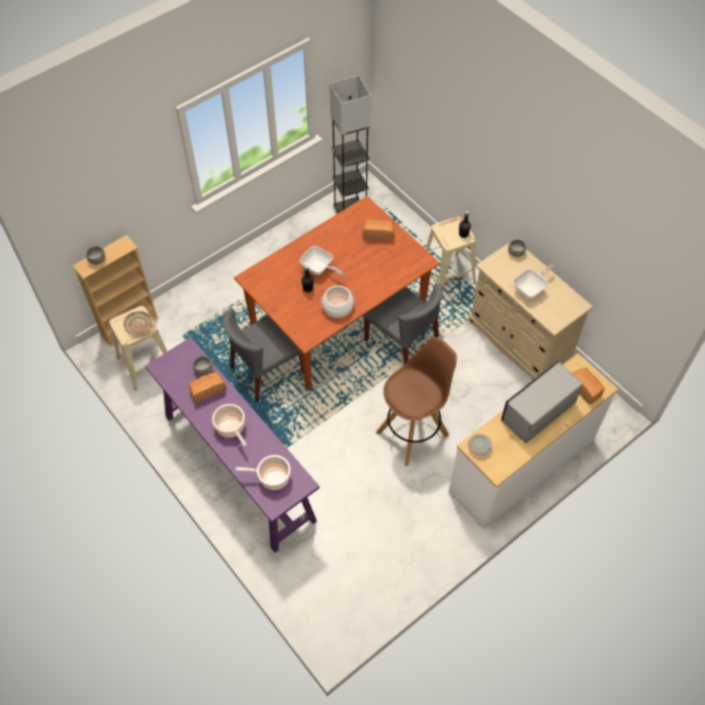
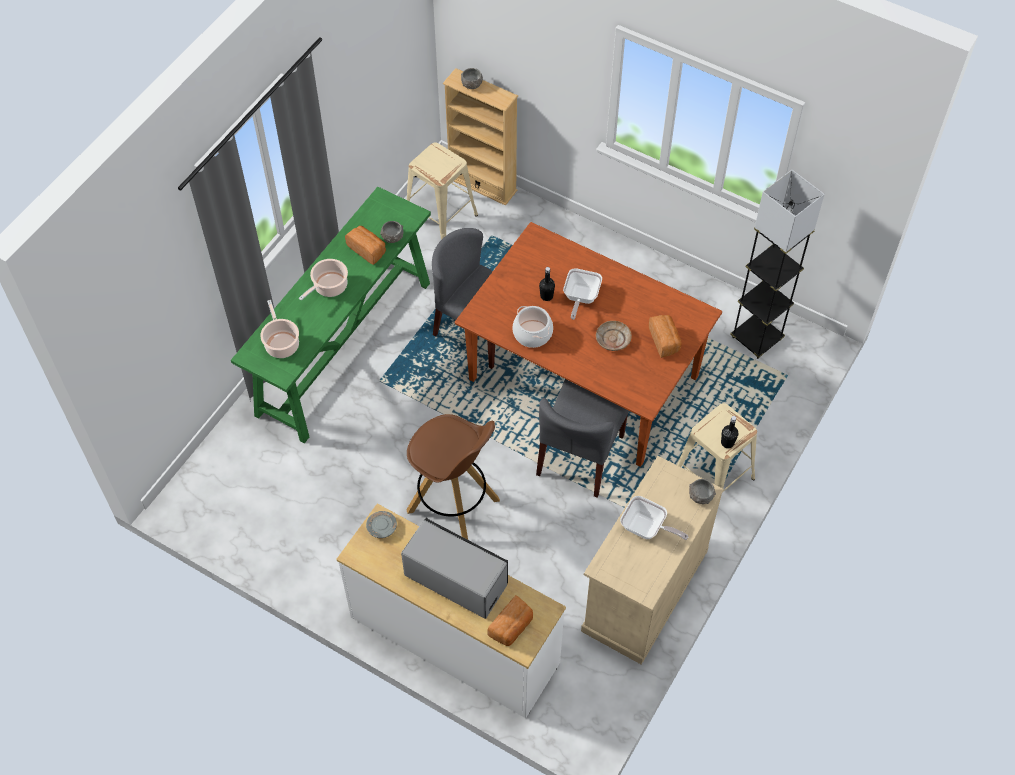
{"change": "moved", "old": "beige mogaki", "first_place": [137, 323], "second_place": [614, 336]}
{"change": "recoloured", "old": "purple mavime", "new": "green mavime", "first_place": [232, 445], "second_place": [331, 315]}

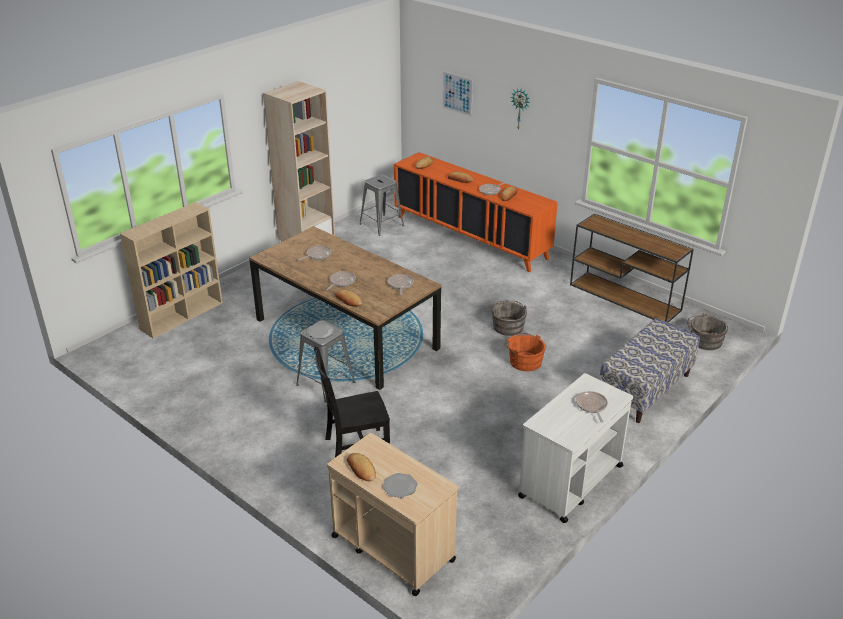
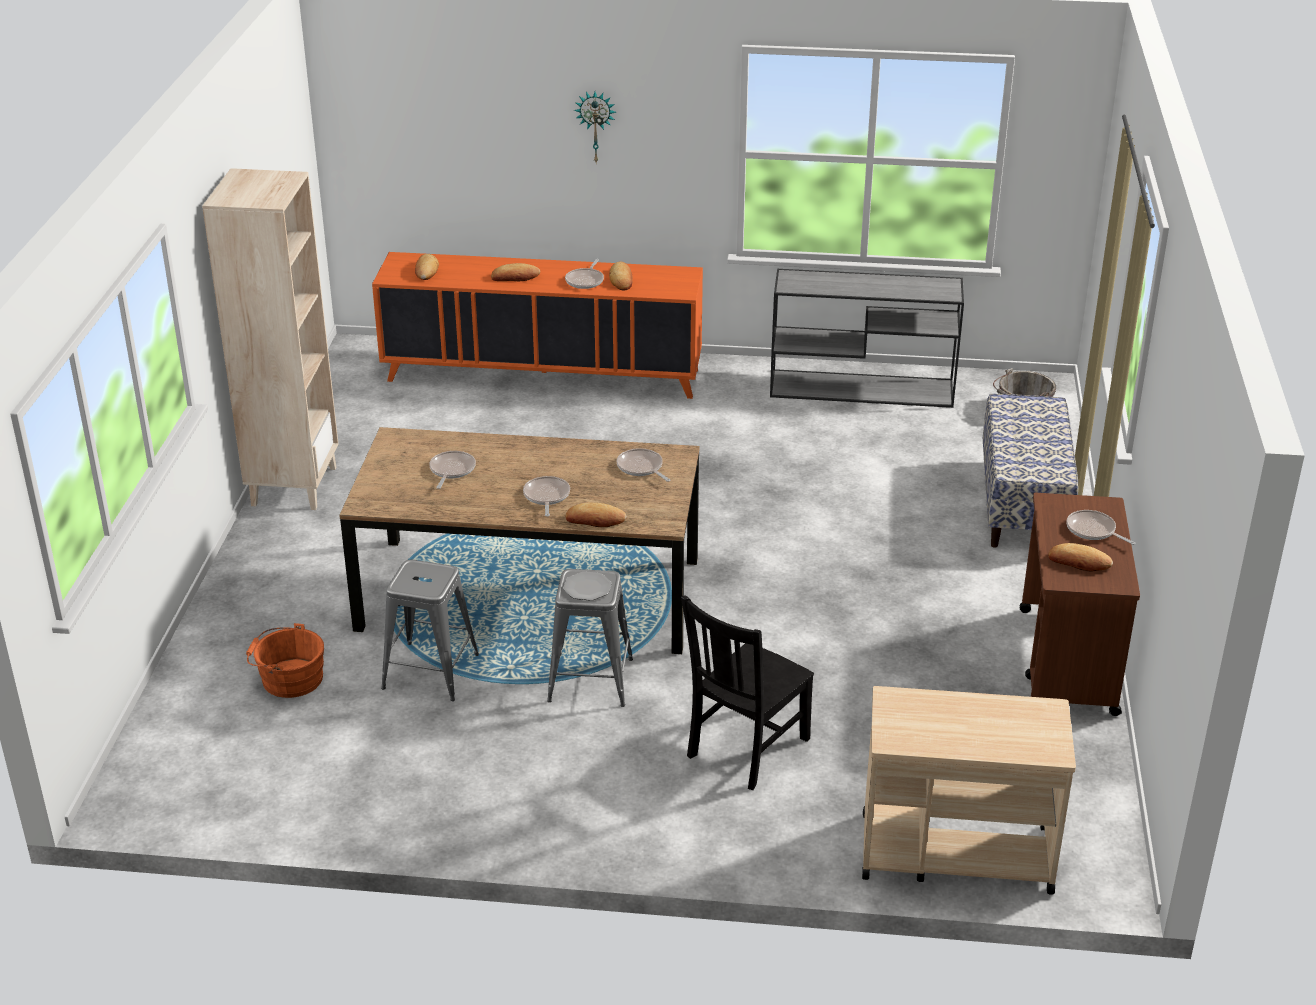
{"change": "removed", "old": "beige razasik", "first_place": [171, 270]}
{"change": "removed", "old": "mogaki", "first_place": [400, 485]}
{"change": "removed", "old": "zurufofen", "first_place": [457, 94]}
{"change": "removed", "old": "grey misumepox", "first_place": [508, 318]}
{"change": "moved", "old": "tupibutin", "first_place": [361, 467], "second_place": [1080, 557]}
{"change": "moved", "old": "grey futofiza", "first_place": [382, 205], "second_place": [430, 630]}
{"change": "moved", "old": "orange misumepox", "first_place": [525, 352], "second_place": [285, 660]}
{"change": "recoloured", "old": "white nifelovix", "new": "brown nifelovix", "first_place": [575, 448], "second_place": [1080, 604]}
{"change": "recoloured", "old": "brown mavime", "new": "grey mavime", "first_place": [632, 268], "second_place": [867, 338]}

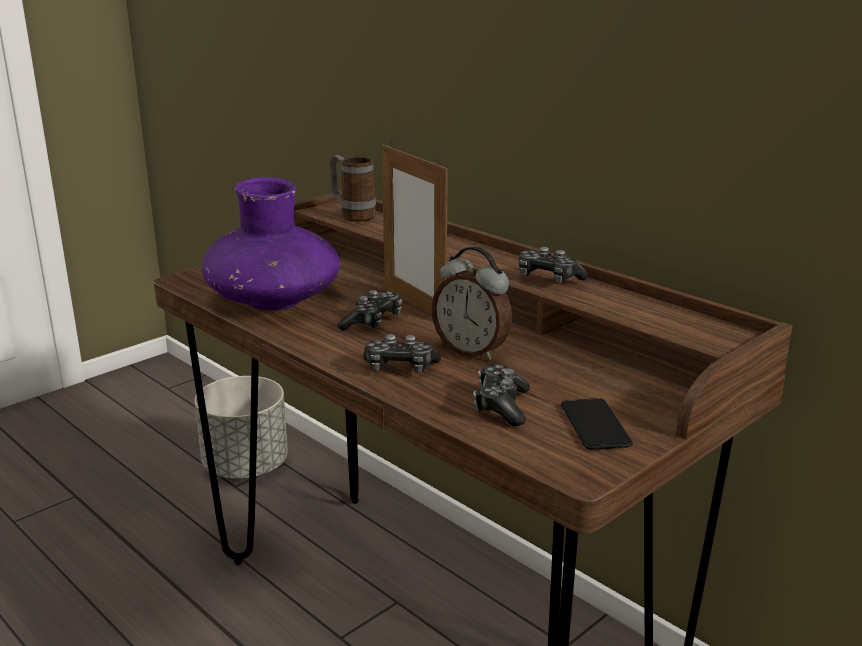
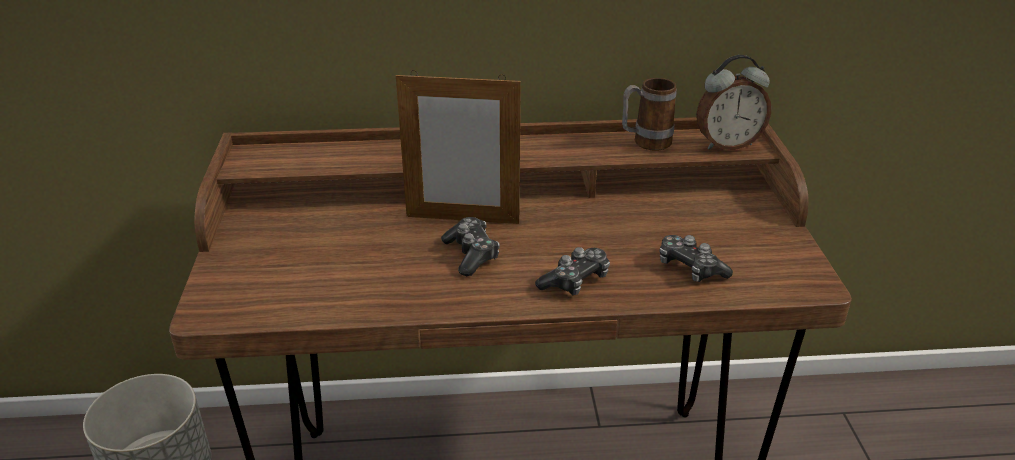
{"change": "removed", "old": "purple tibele", "first_place": [271, 243]}
{"change": "removed", "old": "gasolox", "first_place": [553, 265]}
{"change": "removed", "old": "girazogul", "first_place": [597, 424]}
{"change": "moved", "old": "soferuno", "first_place": [353, 188], "second_place": [649, 114]}
{"change": "moved", "old": "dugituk", "first_place": [472, 303], "second_place": [733, 102]}

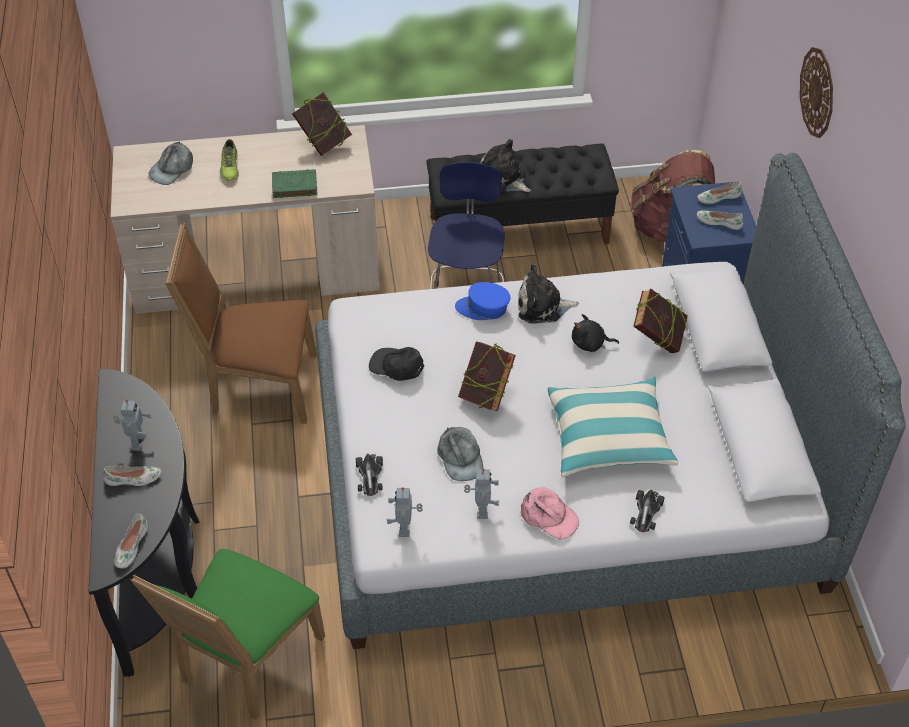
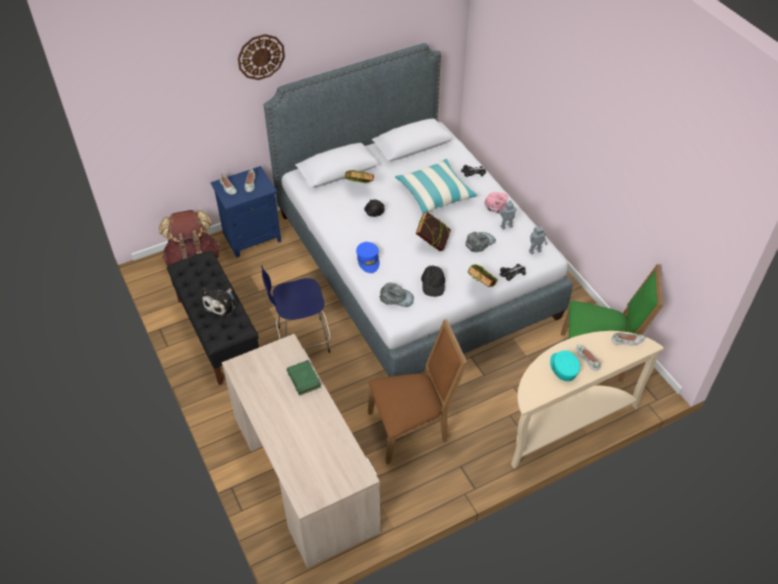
{"change": "removed", "old": "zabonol", "first_place": [229, 160]}
{"change": "removed", "old": "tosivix", "first_place": [548, 294]}
{"change": "moved", "old": "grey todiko", "first_place": [171, 163], "second_place": [396, 294]}
{"change": "moved", "old": "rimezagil", "first_place": [322, 124], "second_place": [483, 275]}
{"change": "replaced", "old": "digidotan", "new": "turquoise todiko", "first_place": [132, 425], "second_place": [565, 365]}
{"change": "recoloured", "old": "black mavime", "new": "beige mavime", "first_place": [144, 523], "second_place": [587, 400]}
{"change": "turned", "old": "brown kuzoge", "first_place": [241, 323], "second_place": [418, 391], "degrees": -90}

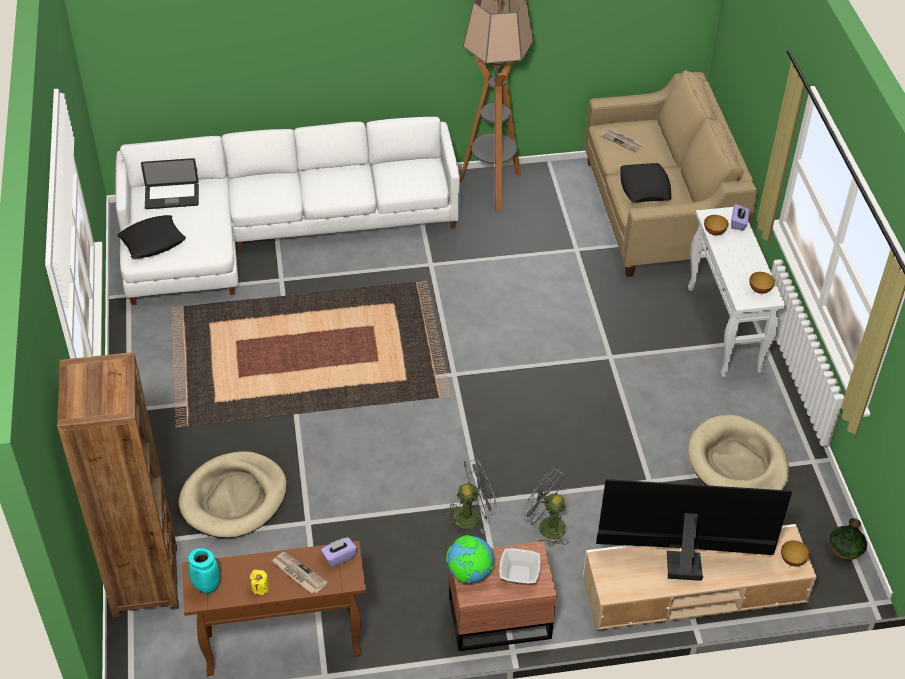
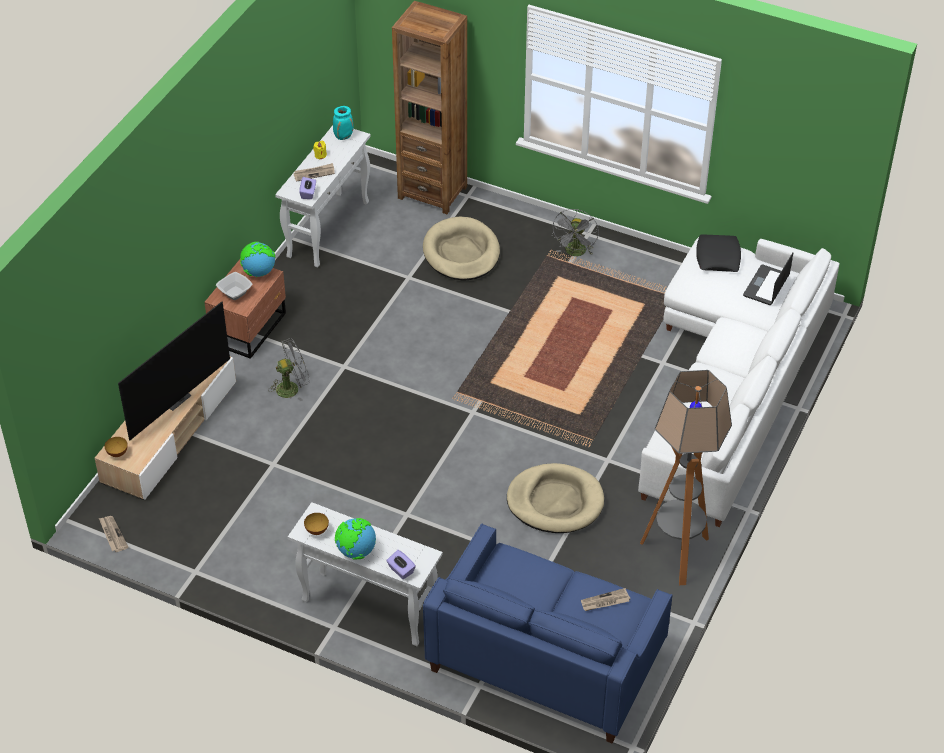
{"change": "removed", "old": "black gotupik", "first_place": [645, 182]}
{"change": "removed", "old": "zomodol", "first_place": [716, 225]}
{"change": "added", "new": "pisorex", "second_place": [355, 539]}
{"change": "moved", "old": "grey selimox", "first_place": [471, 496], "second_place": [575, 232]}
{"change": "moved", "old": "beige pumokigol", "first_place": [738, 452], "second_place": [555, 498]}
{"change": "replaced", "old": "tibele", "new": "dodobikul", "first_place": [848, 539], "second_place": [113, 534]}
{"change": "recoloured", "old": "brown mavime", "new": "white mavime", "first_place": [274, 608], "second_place": [323, 196]}
{"change": "recoloured", "old": "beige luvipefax", "new": "blue luvipefax", "first_place": [671, 173], "second_place": [547, 633]}

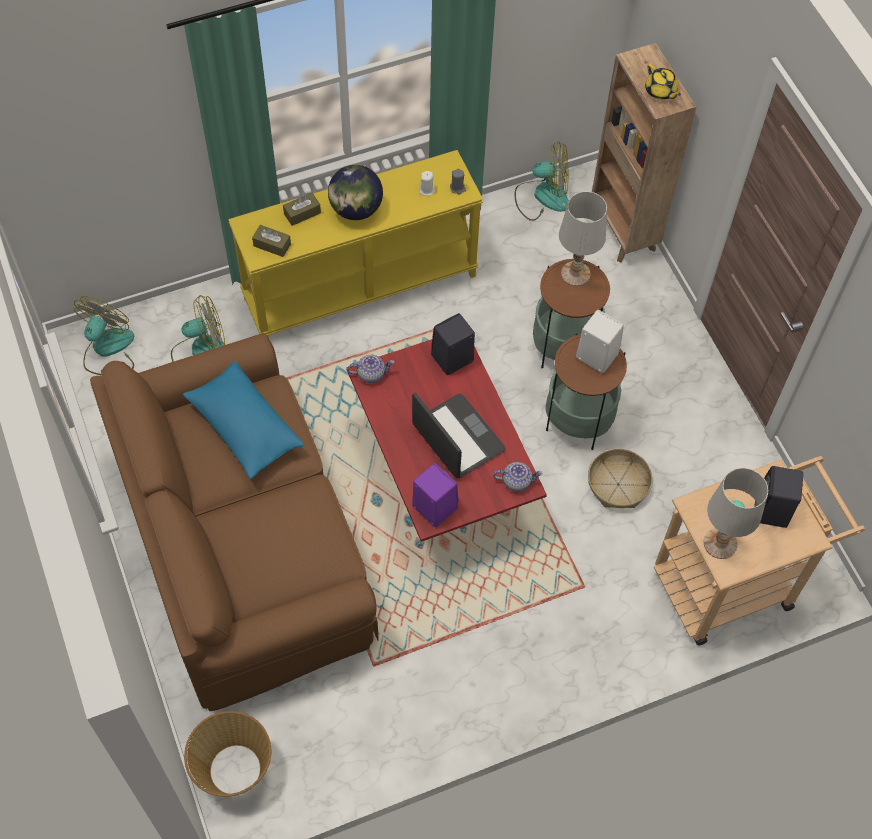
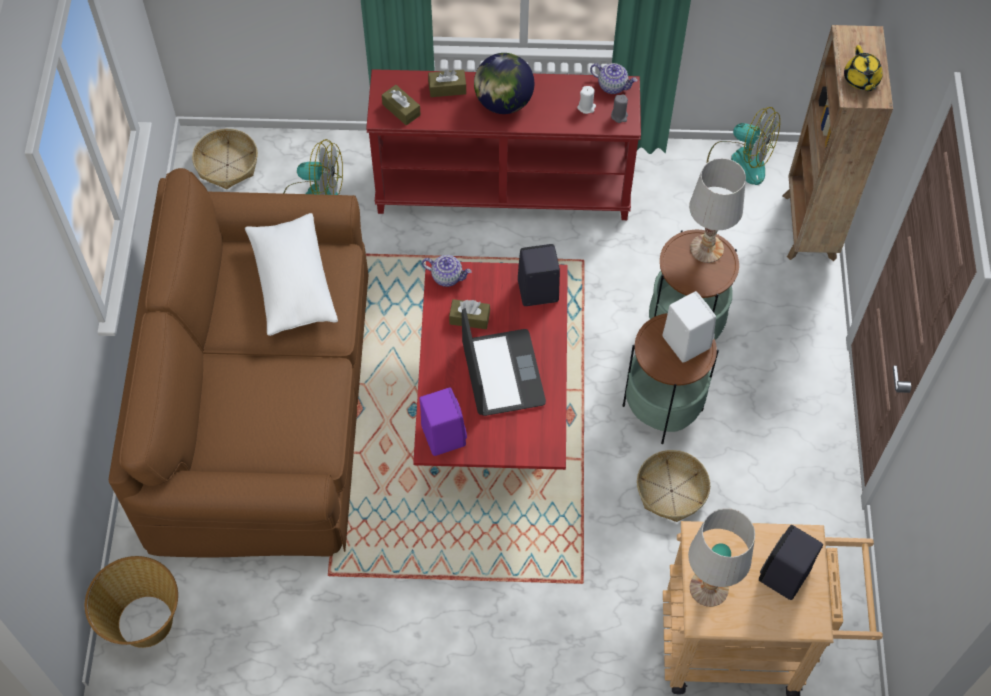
{"change": "added", "new": "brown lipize", "second_place": [469, 314]}
{"change": "moved", "old": "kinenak", "first_place": [518, 477], "second_place": [614, 78]}
{"change": "replaced", "old": "selimox", "new": "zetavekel", "first_place": [104, 336], "second_place": [225, 159]}
{"change": "recoloured", "old": "blue gotupik", "new": "white gotupik", "first_place": [243, 420], "second_place": [291, 274]}
{"change": "recoloured", "old": "yellow mavime", "new": "red mavime", "first_place": [355, 244], "second_place": [503, 144]}

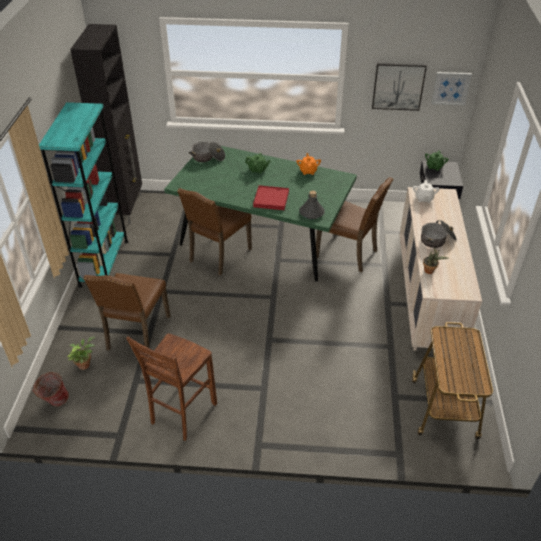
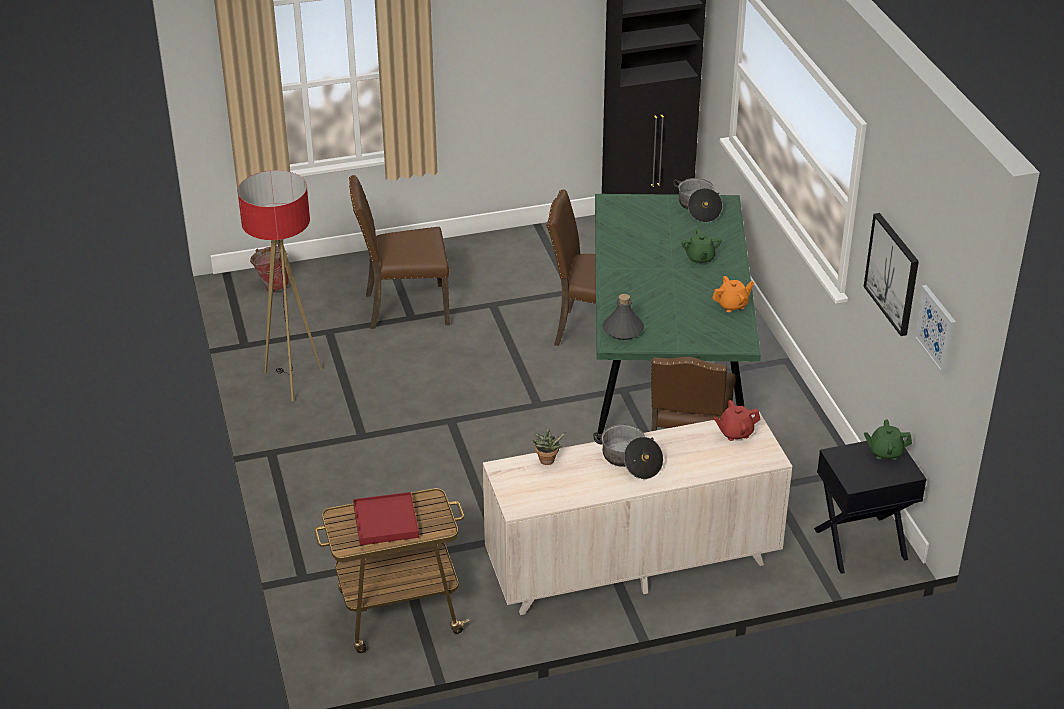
{"change": "removed", "old": "turquoise razasik", "first_place": [84, 195]}
{"change": "removed", "old": "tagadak", "first_place": [81, 353]}
{"change": "moved", "old": "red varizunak", "first_place": [271, 197], "second_place": [386, 518]}
{"change": "replaced", "old": "brown futofiza", "new": "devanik", "first_place": [171, 387], "second_place": [280, 285]}
{"change": "recoloured", "old": "white kinenak", "new": "red kinenak", "first_place": [426, 191], "second_place": [737, 420]}

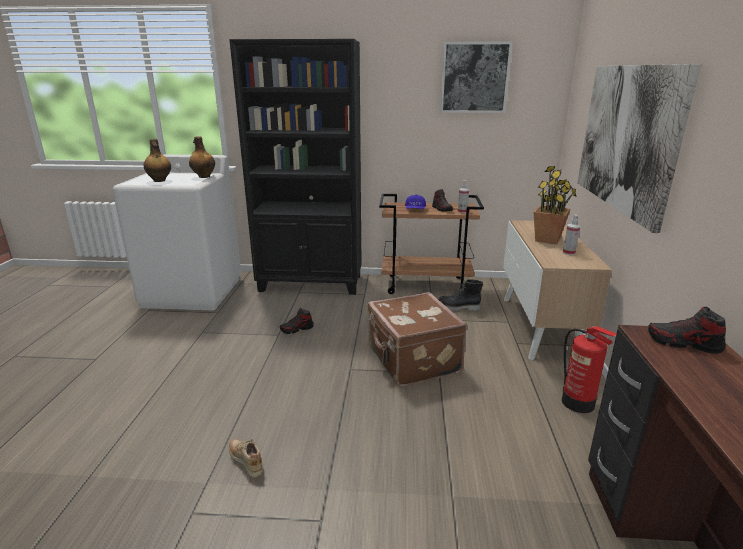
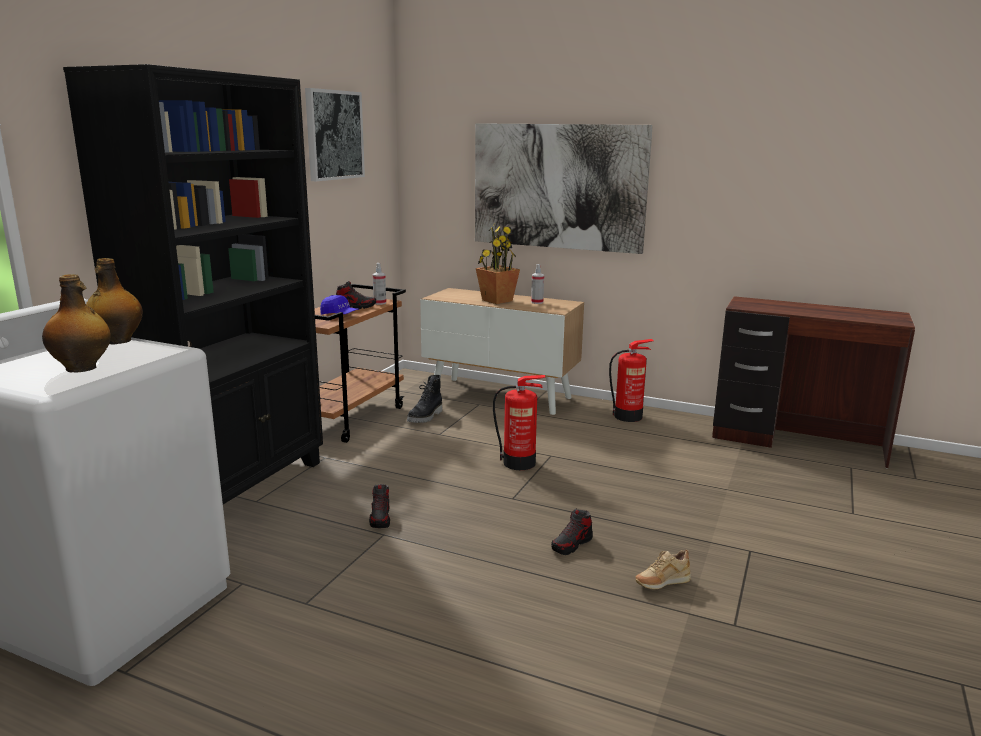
{"change": "moved", "old": "zabonol", "first_place": [687, 330], "second_place": [572, 532]}
{"change": "replaced", "old": "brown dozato", "new": "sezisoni", "first_place": [417, 339], "second_place": [519, 422]}

